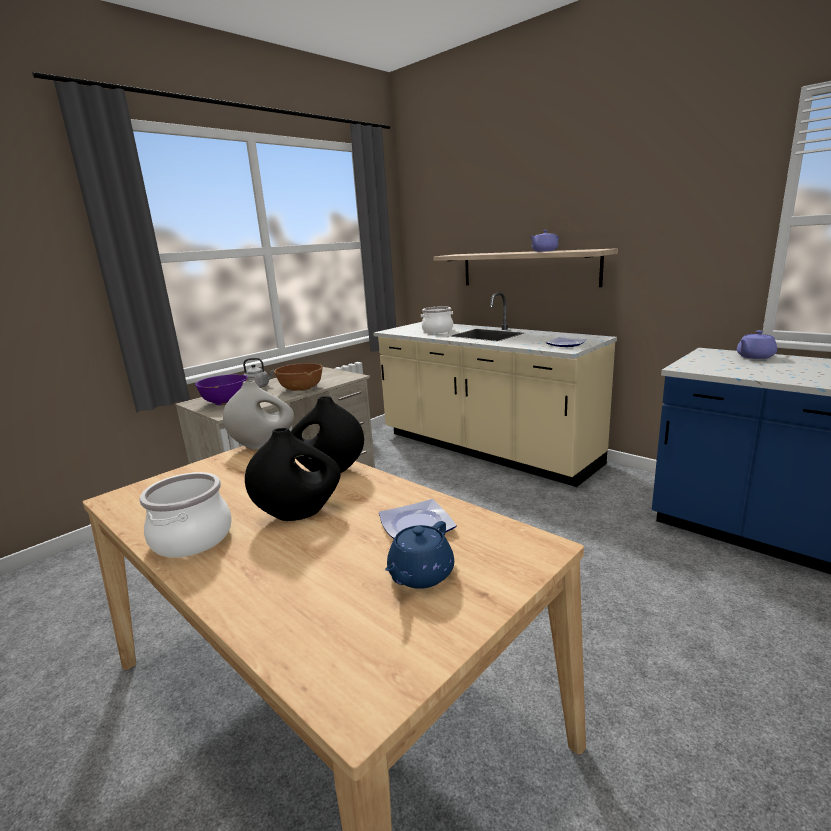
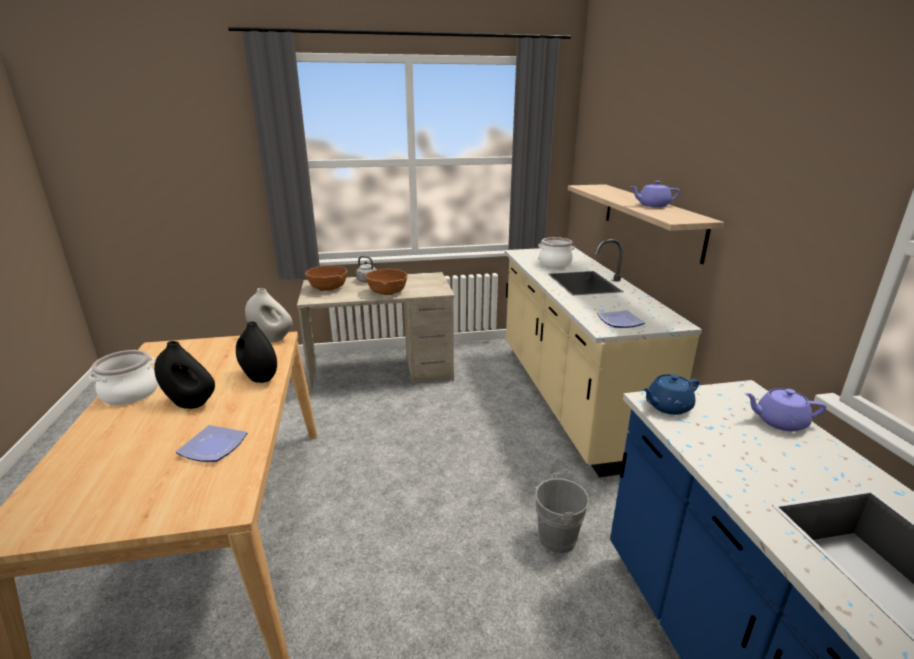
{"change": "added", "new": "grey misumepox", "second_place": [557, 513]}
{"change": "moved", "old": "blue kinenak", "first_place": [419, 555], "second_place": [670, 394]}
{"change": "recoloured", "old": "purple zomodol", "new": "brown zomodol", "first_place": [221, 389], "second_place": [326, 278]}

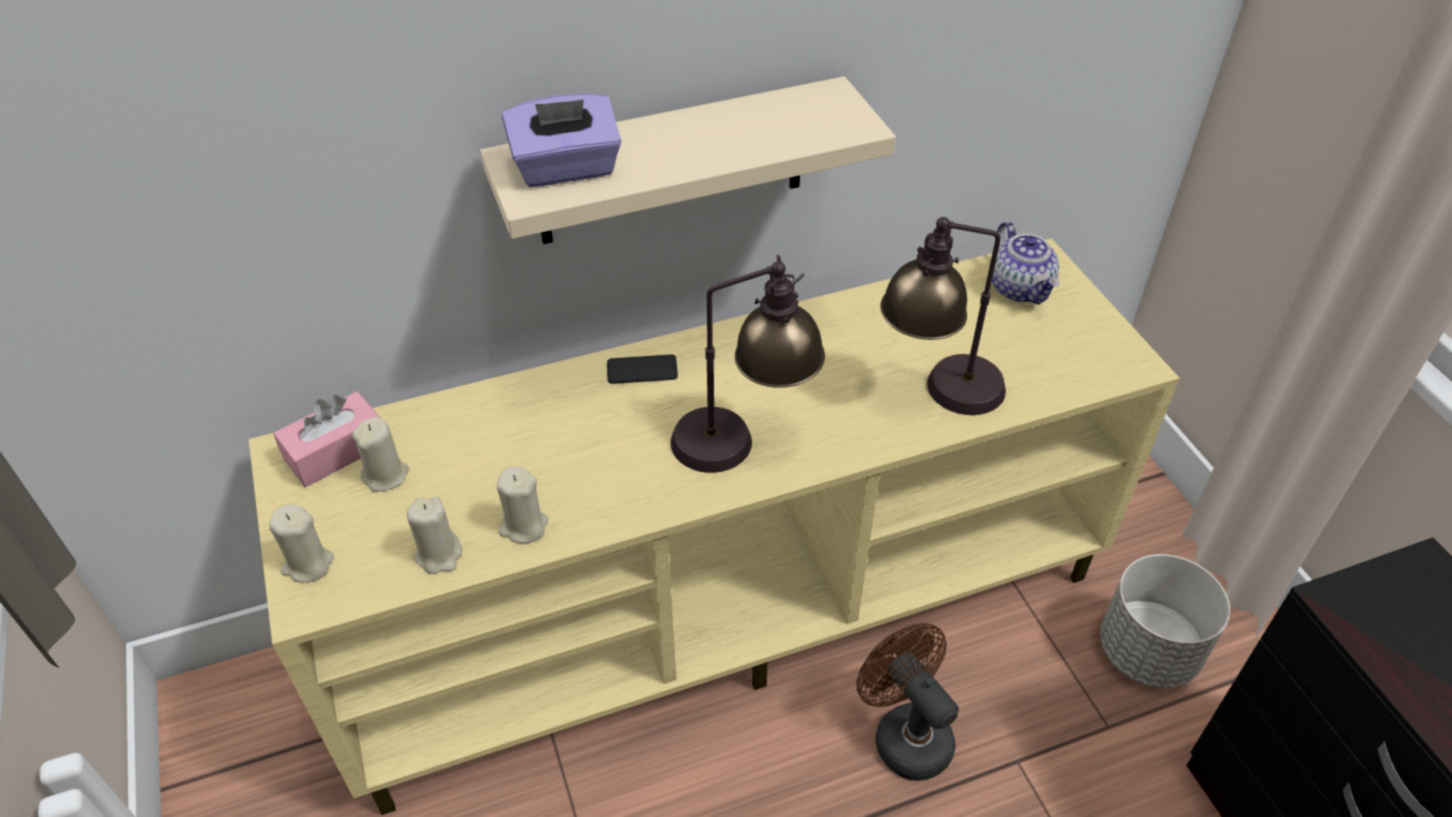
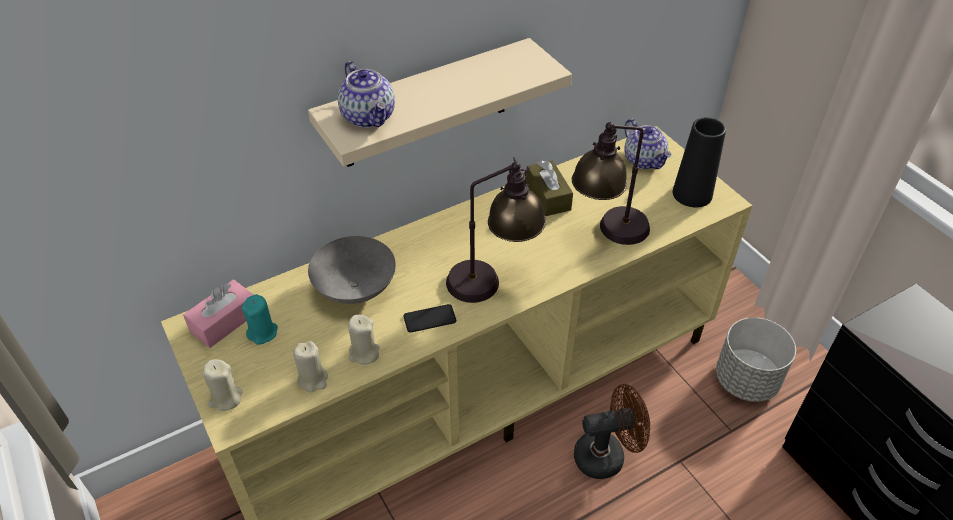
{"change": "added", "new": "grey zomodol", "second_place": [352, 270]}
{"change": "added", "new": "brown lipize", "second_place": [549, 188]}
{"change": "added", "new": "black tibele", "second_place": [699, 162]}
{"change": "moved", "old": "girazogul", "first_place": [642, 369], "second_place": [429, 318]}
{"change": "replaced", "old": "purple lipize", "new": "kinenak", "first_place": [561, 140], "second_place": [366, 94]}
{"change": "recoloured", "old": "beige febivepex", "new": "turquoise febivepex", "first_place": [380, 454], "second_place": [260, 319]}
{"change": "turned", "old": "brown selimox", "first_place": [908, 702], "second_place": [612, 431], "degrees": 120}

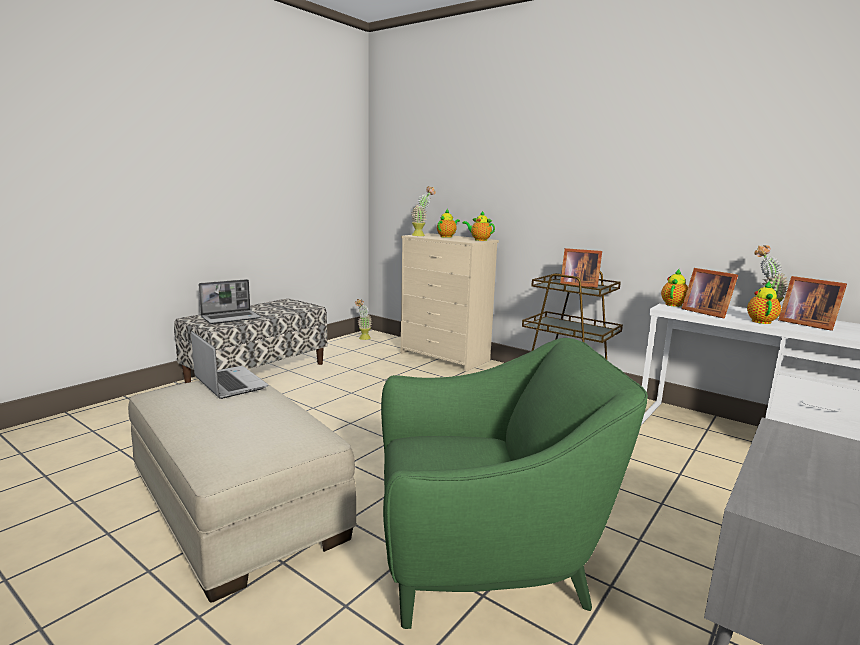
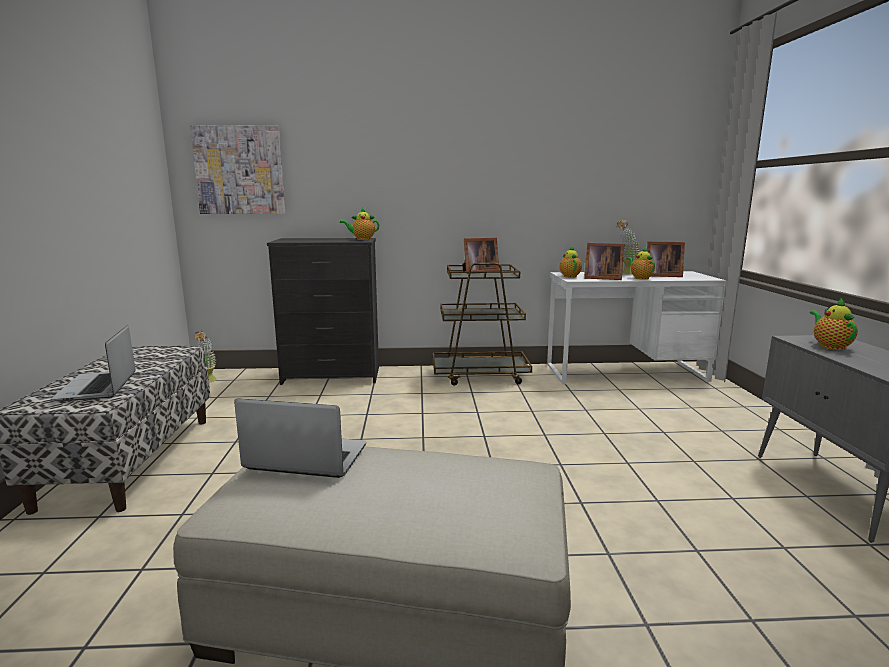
{"change": "removed", "old": "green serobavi", "first_place": [514, 483]}
{"change": "removed", "old": "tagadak", "first_place": [424, 211]}
{"change": "added", "new": "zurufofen", "second_place": [237, 169]}
{"change": "moved", "old": "kinenak", "first_place": [448, 223], "second_place": [834, 324]}
{"change": "recoloured", "old": "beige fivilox", "new": "black fivilox", "first_place": [450, 302], "second_place": [323, 311]}
{"change": "turned", "old": "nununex", "first_place": [230, 301], "second_place": [93, 363], "degrees": 150}

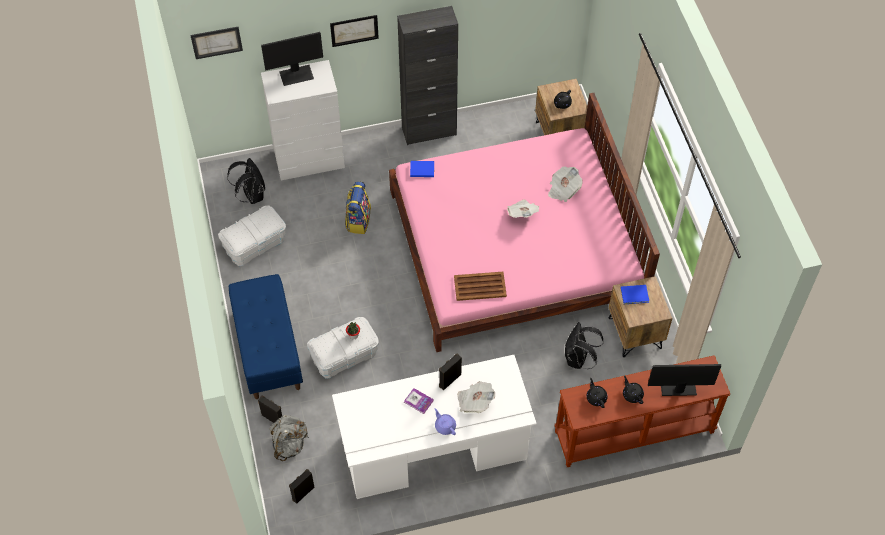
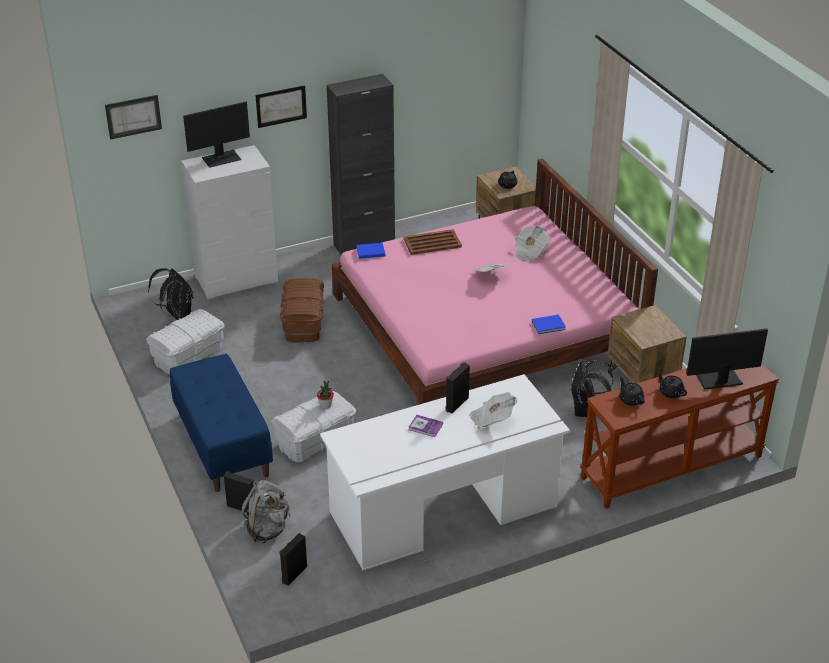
{"change": "removed", "old": "purple kinenak", "first_place": [445, 421]}
{"change": "moved", "old": "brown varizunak", "first_place": [480, 286], "second_place": [432, 242]}
{"change": "moved", "old": "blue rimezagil", "first_place": [635, 294], "second_place": [549, 324]}
{"change": "replaced", "old": "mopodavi", "new": "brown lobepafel", "first_place": [358, 207], "second_place": [302, 310]}

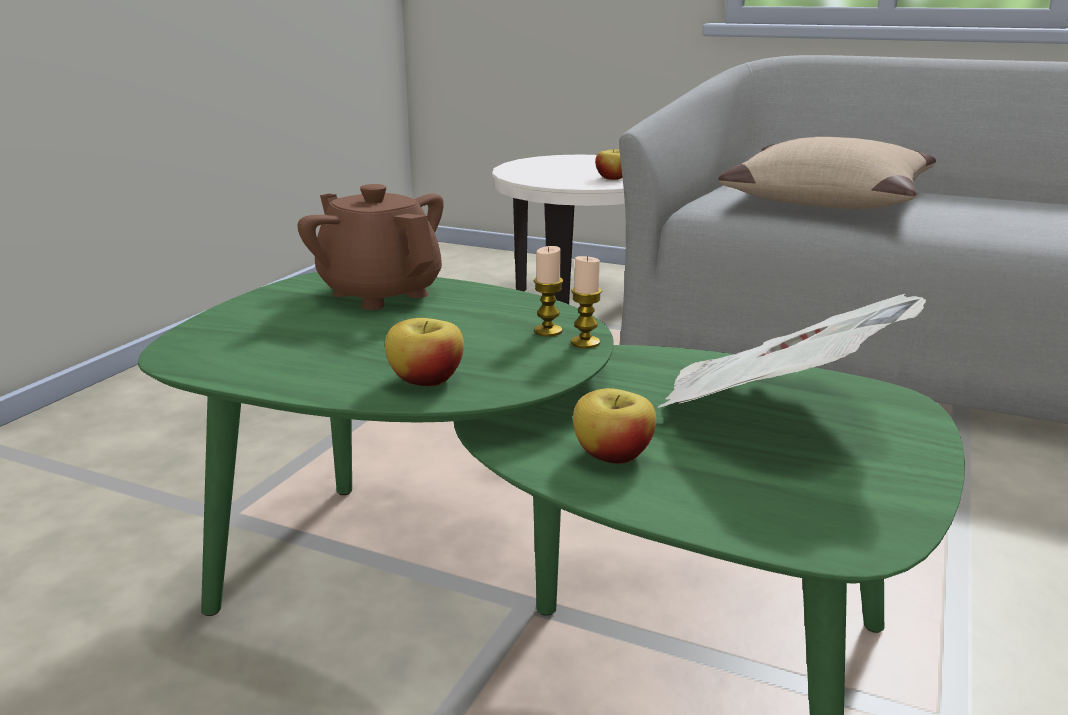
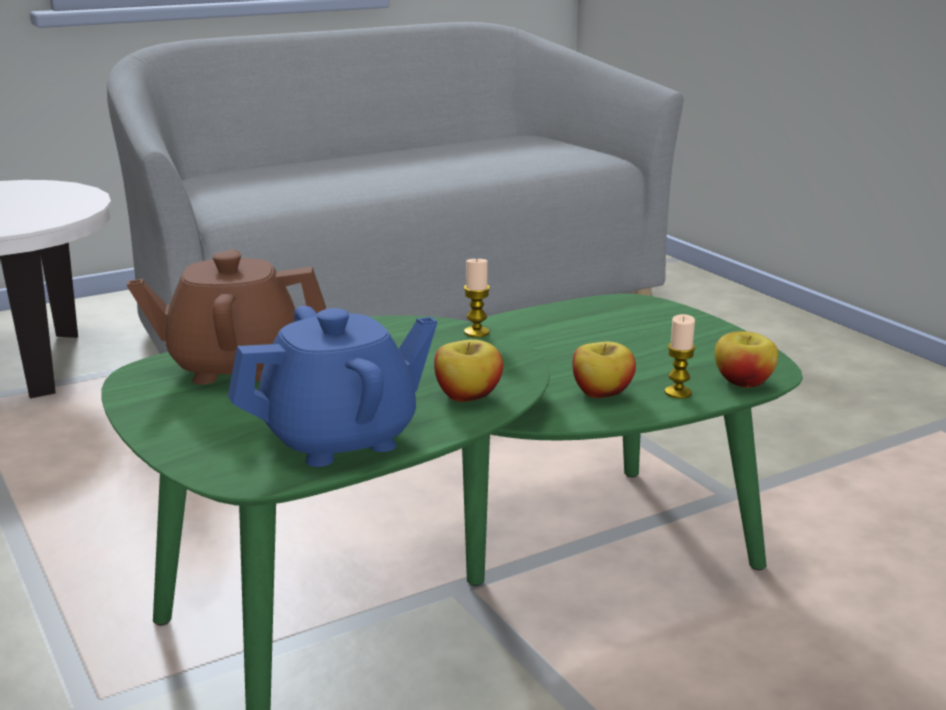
{"change": "removed", "old": "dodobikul", "first_place": [792, 351]}
{"change": "removed", "old": "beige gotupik", "first_place": [827, 173]}
{"change": "added", "new": "blue kinenak", "second_place": [332, 386]}
{"change": "moved", "old": "febivepex", "first_place": [548, 291], "second_place": [680, 356]}
{"change": "moved", "old": "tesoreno", "first_place": [608, 164], "second_place": [746, 359]}

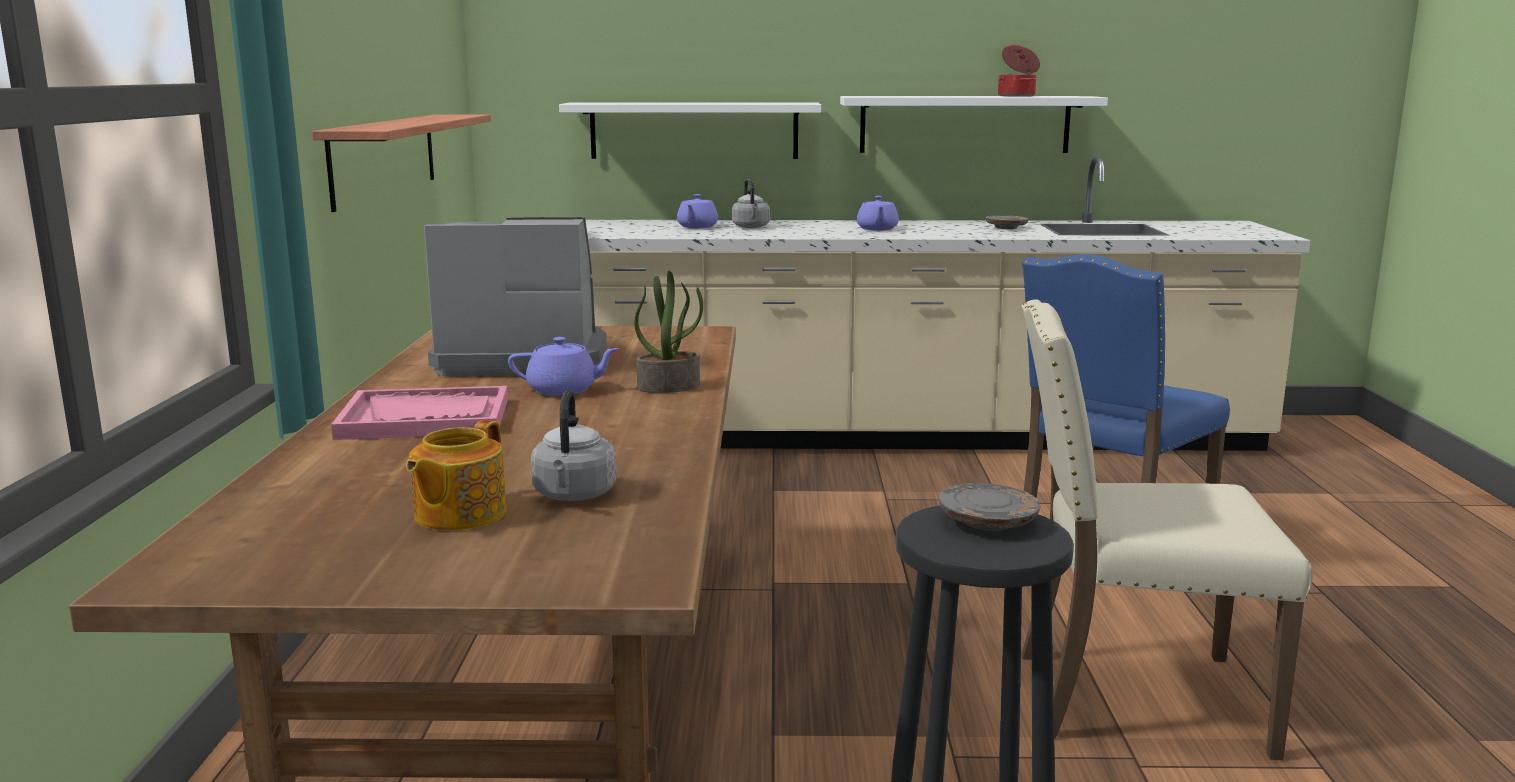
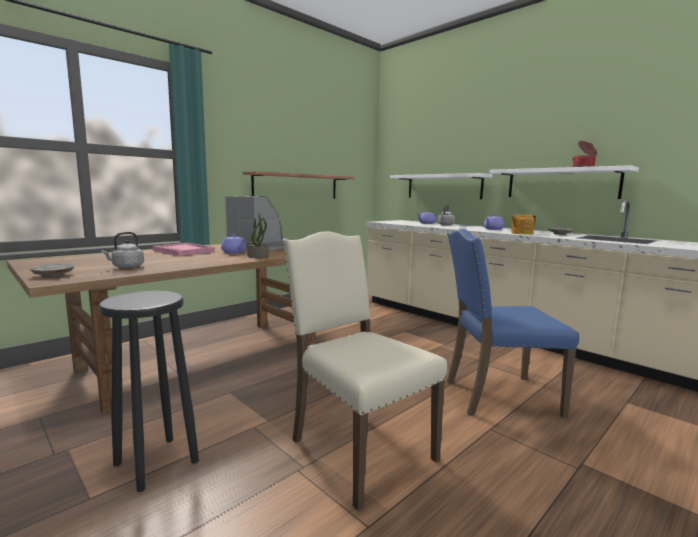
{"change": "moved", "old": "kinenak", "first_place": [456, 475], "second_place": [523, 224]}
{"change": "moved", "old": "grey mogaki", "first_place": [990, 507], "second_place": [52, 270]}

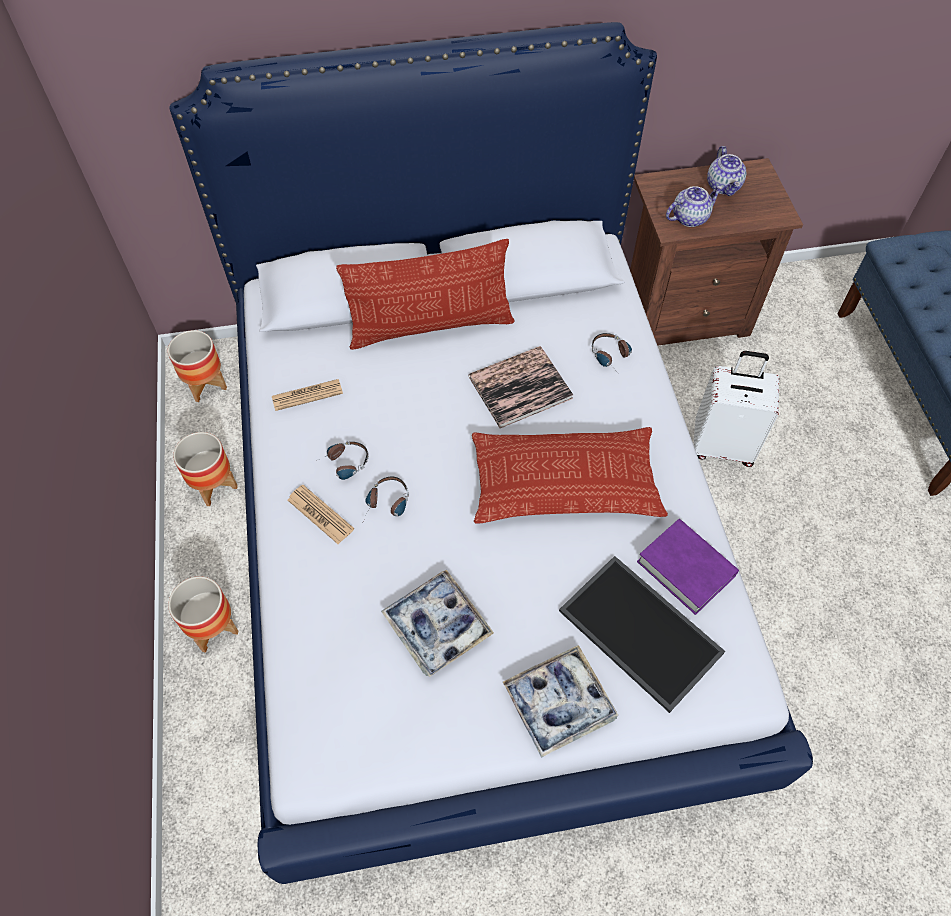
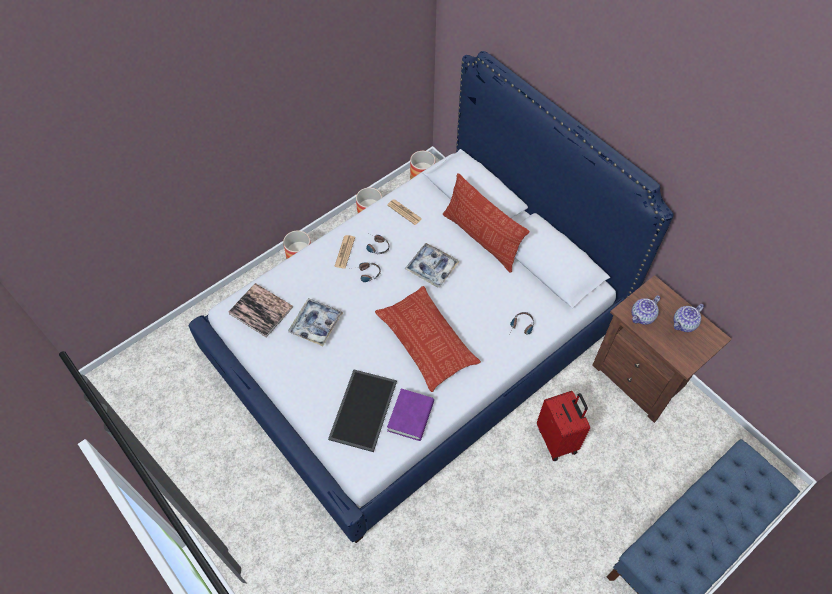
{"change": "moved", "old": "rimezagil", "first_place": [520, 387], "second_place": [261, 310]}
{"change": "moved", "old": "varizunak", "first_place": [560, 701], "second_place": [432, 265]}
{"change": "recoloured", "old": "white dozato", "new": "red dozato", "first_place": [736, 409], "second_place": [563, 426]}
{"change": "turned", "old": "kinenak", "first_place": [694, 206], "second_place": [646, 310], "degrees": 105}

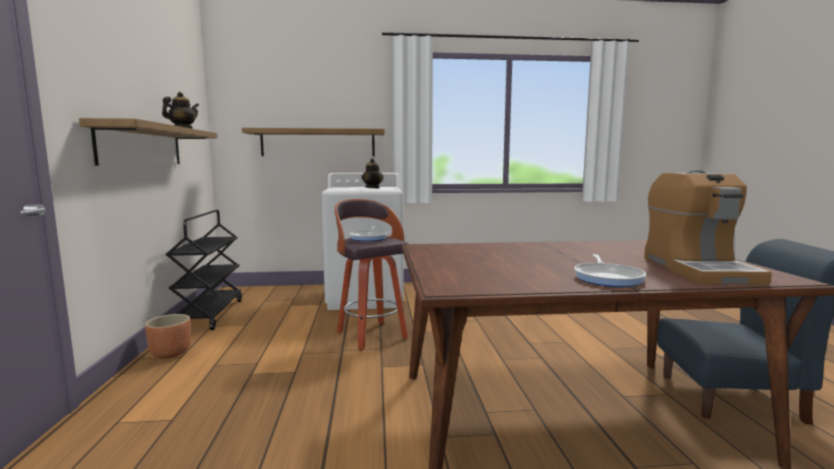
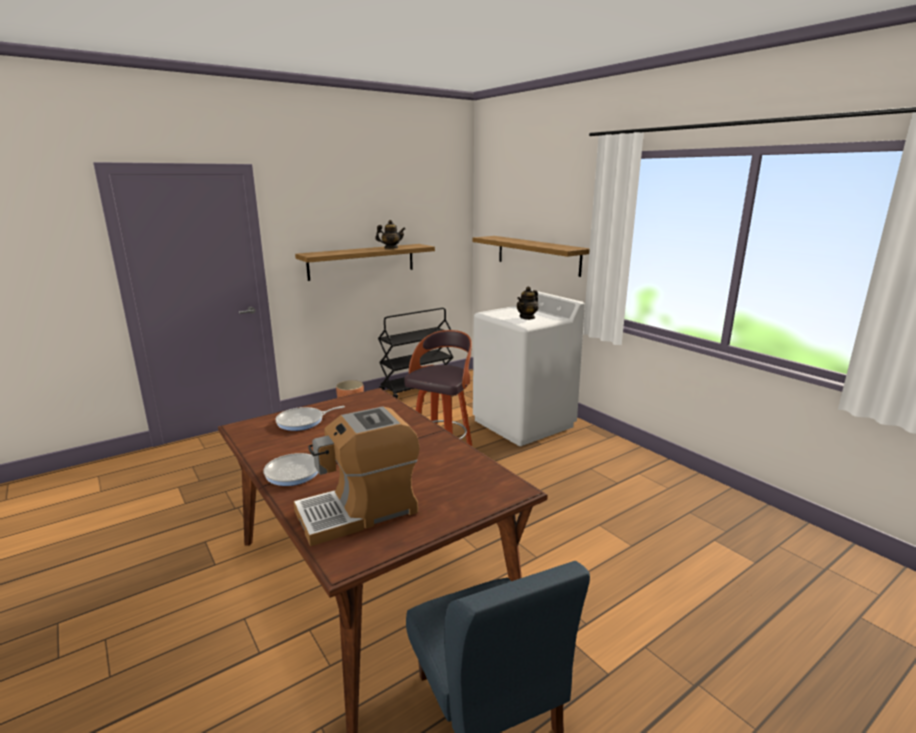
{"change": "moved", "old": "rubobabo", "first_place": [368, 233], "second_place": [310, 418]}

